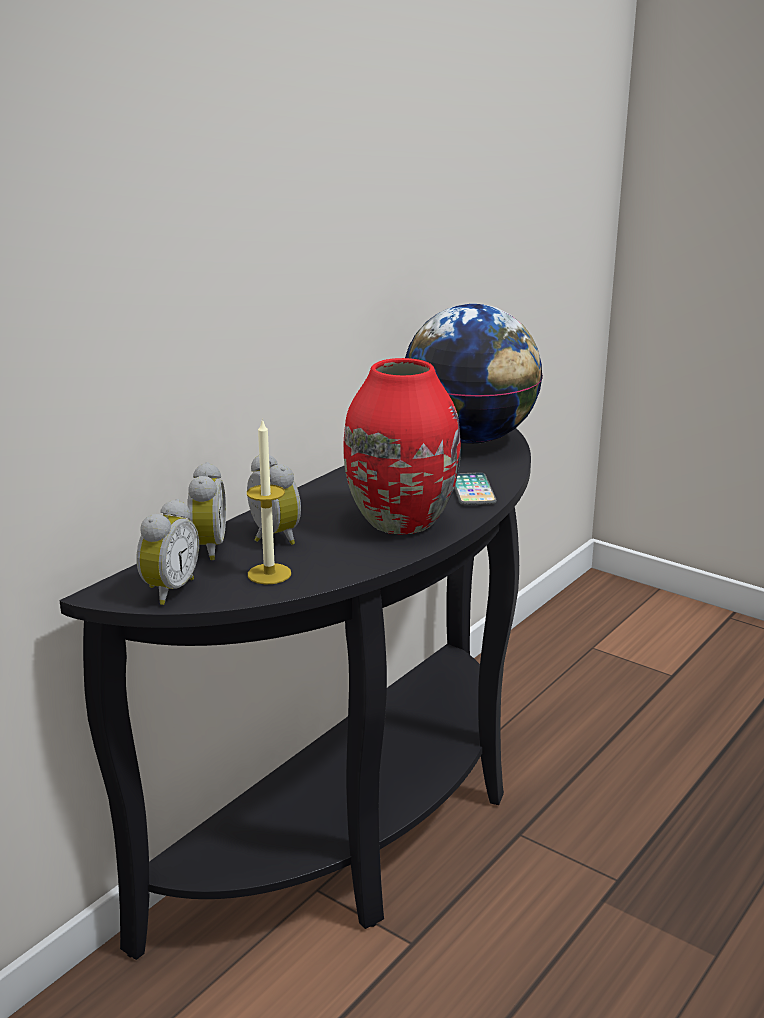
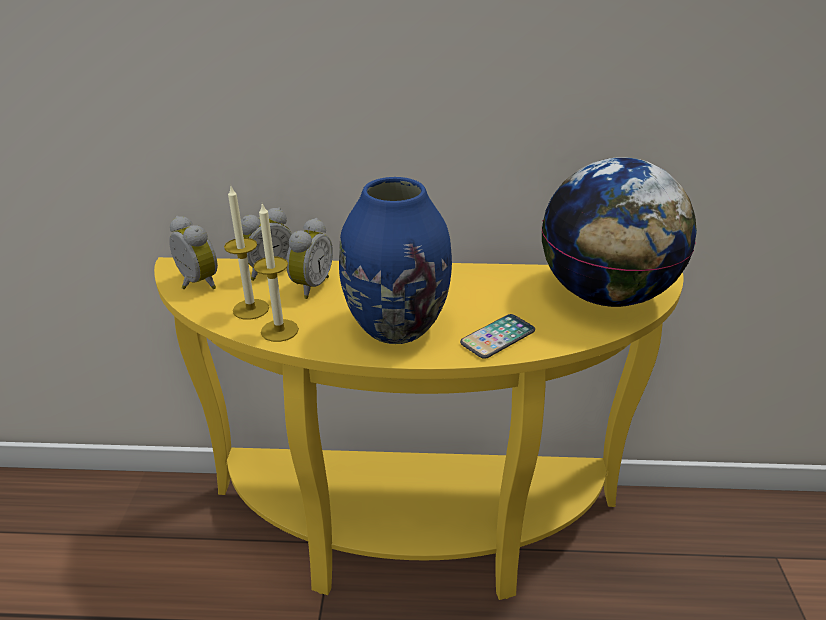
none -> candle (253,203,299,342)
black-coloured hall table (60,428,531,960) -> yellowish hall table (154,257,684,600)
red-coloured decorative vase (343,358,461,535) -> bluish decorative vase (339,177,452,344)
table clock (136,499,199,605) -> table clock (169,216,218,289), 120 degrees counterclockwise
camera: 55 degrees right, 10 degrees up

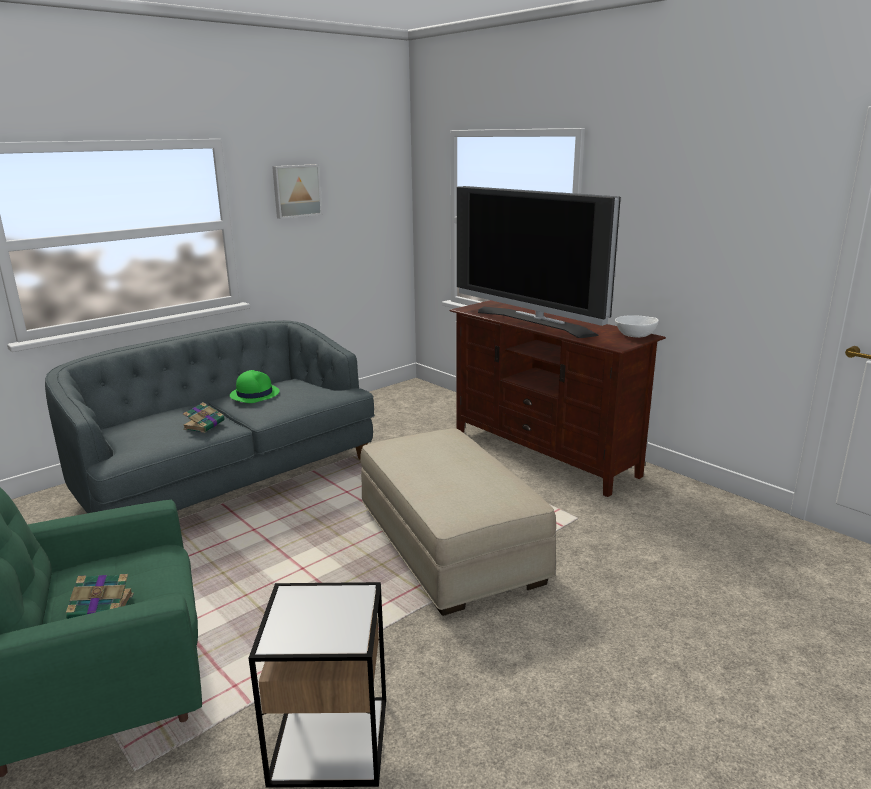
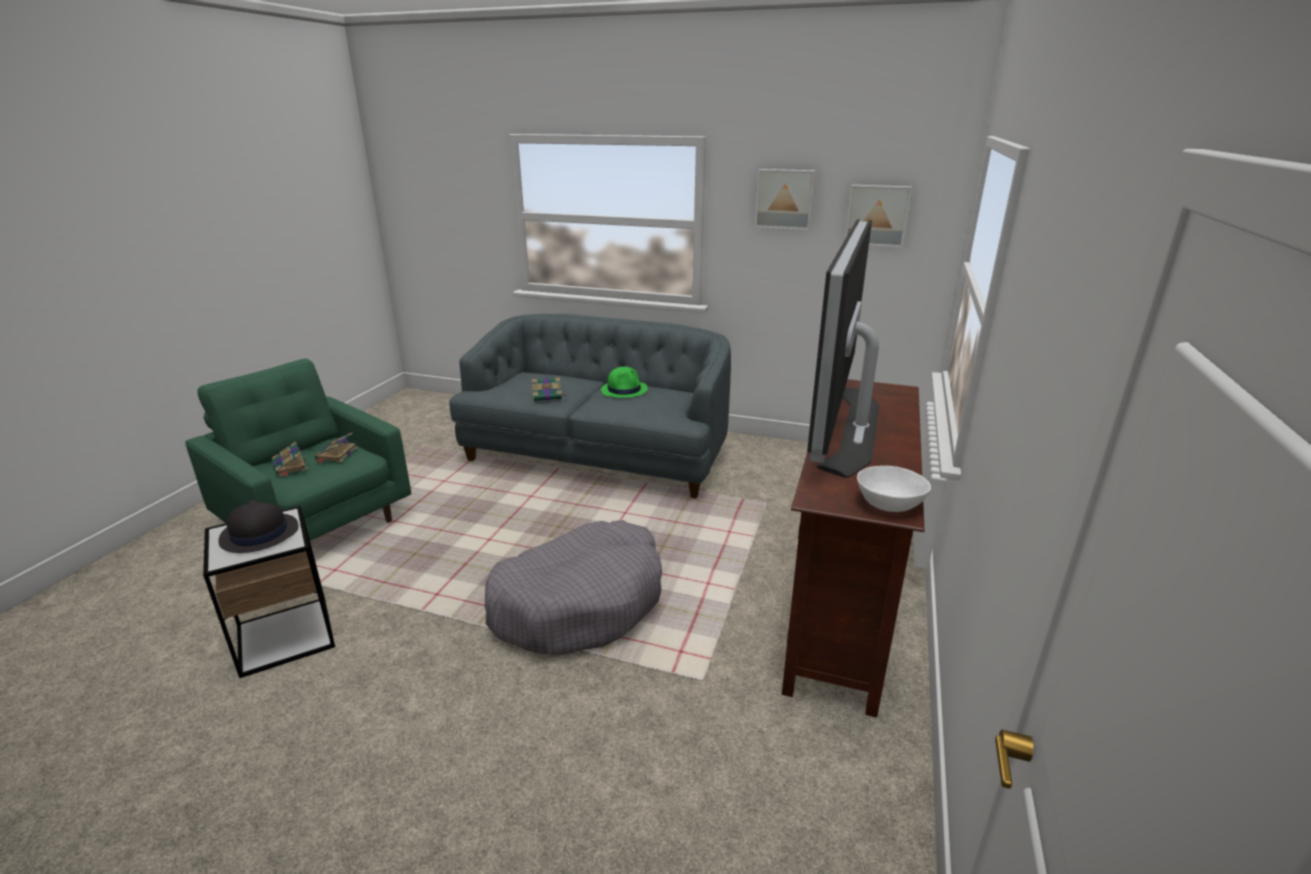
none -> black-coloured hat (218,500,299,553)
none -> book (315,432,358,463)
none -> picture (844,185,912,248)
beige pouffe (360,428,556,616) -> grey dog cushion (485,520,662,655)
camera: 60 degrees right, 5 degrees up

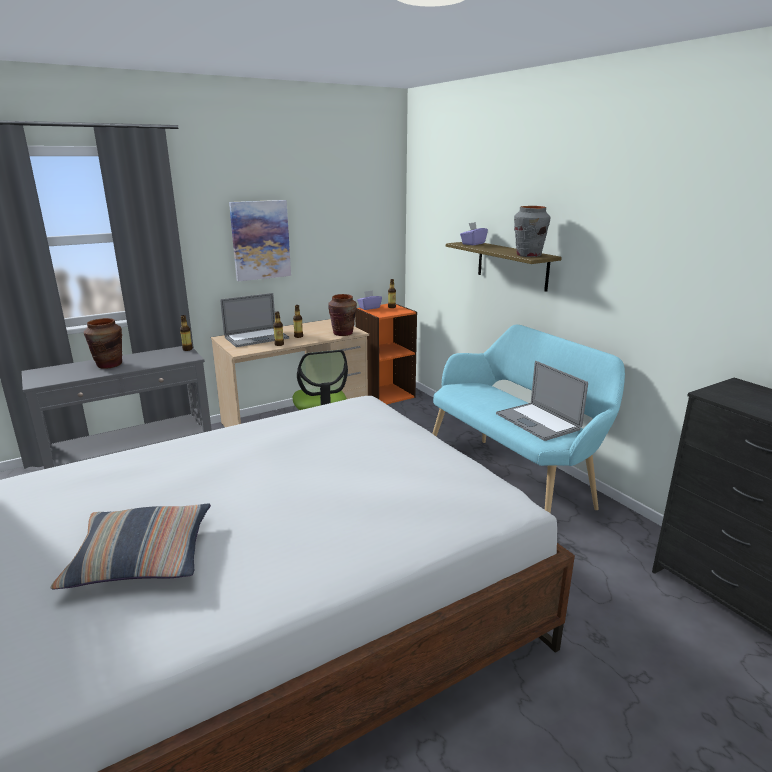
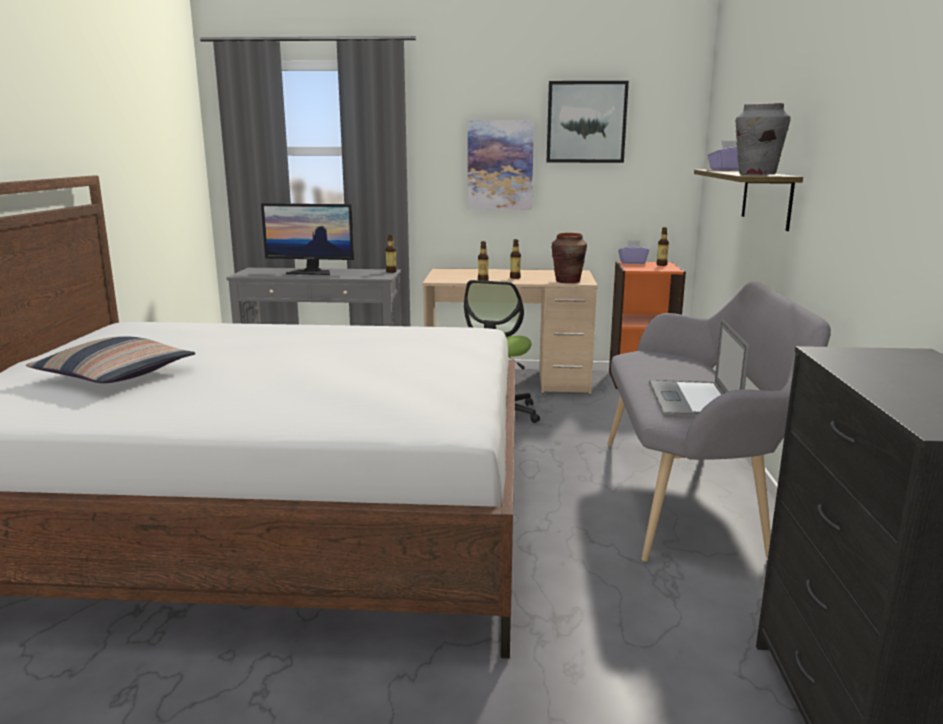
portable computer (220,293,289,347) -> none
none -> picture (547,81,629,163)
brown-coloured decorative vase (84,318,122,369) -> computer screen (261,203,354,275)
turquoise long seat (432,324,625,514) -> grey long seat (608,281,831,562)
camera: 35 degrees right, 5 degrees down

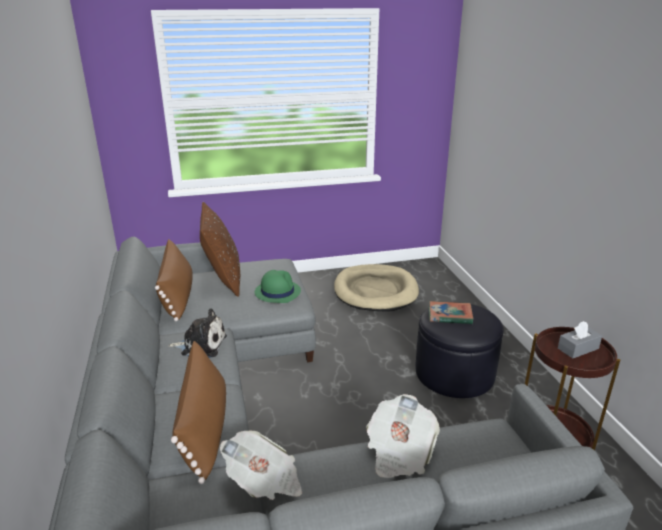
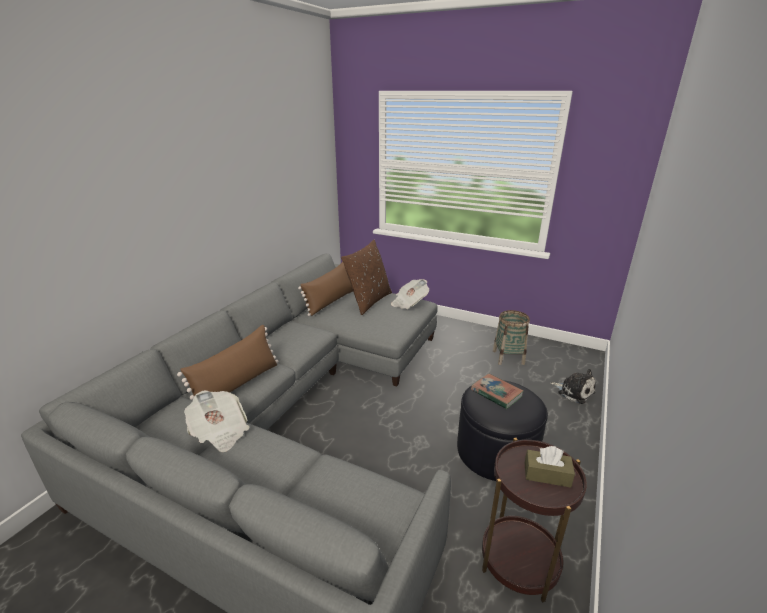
green-coloured hat (255,270,301,303) -> none
cuddly toy (168,308,227,358) -> cuddly toy (550,369,596,404), moved
daily paper (366,394,440,478) -> daily paper (391,279,429,309), moved
beige dog cushion (334,264,419,312) -> household basket (493,310,530,365)
grey tissue box (558,321,602,358) -> brown-coloured tissue box (525,446,575,488)
camera: 40 degrees right, 0 degrees up

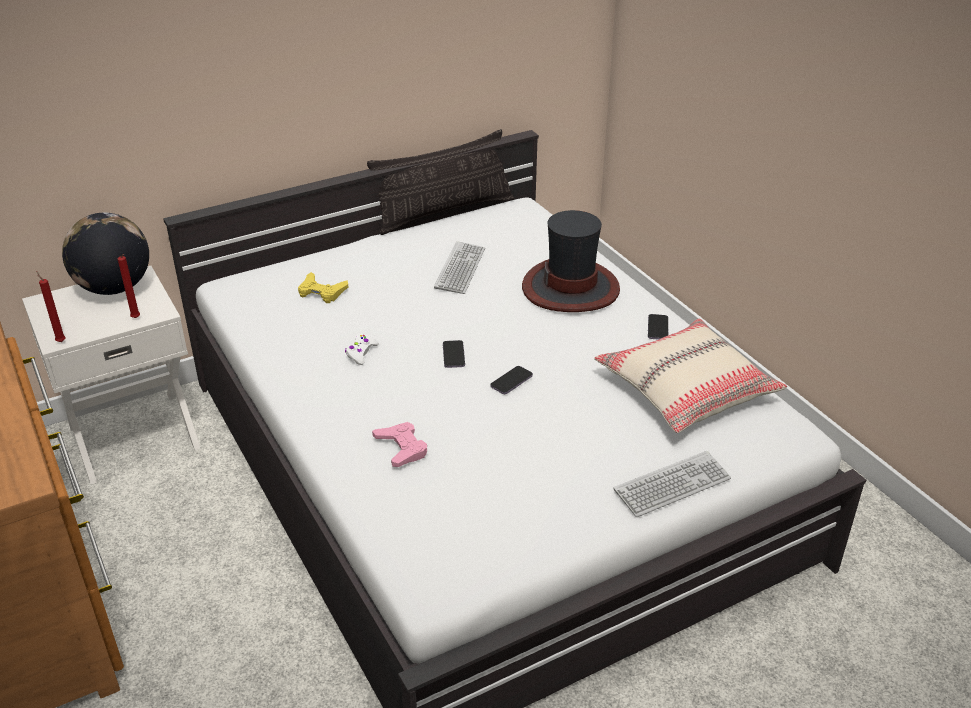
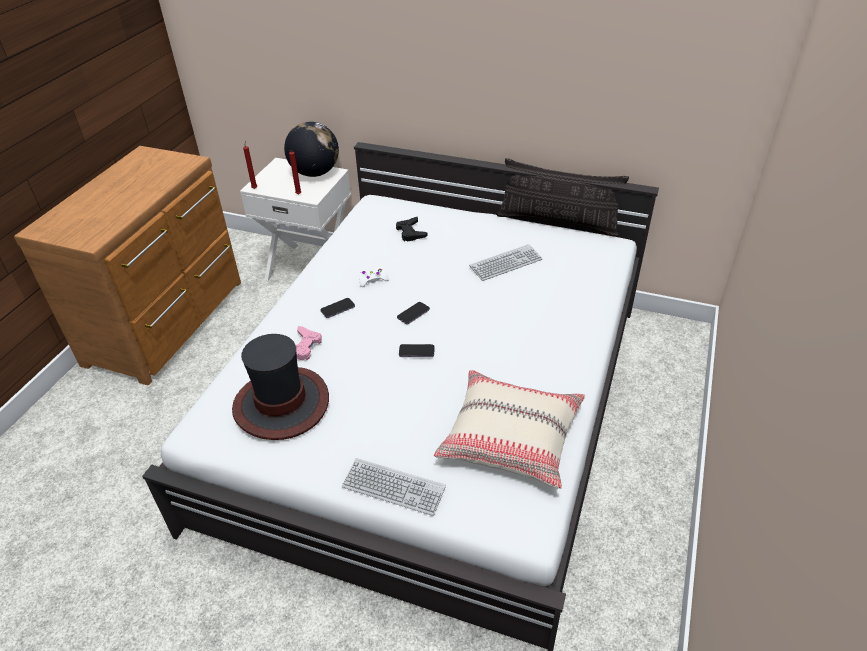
hat (522,210,620,312) -> hat (232,334,329,440), moved
phone (648,314,668,340) -> phone (320,298,355,318), moved
yellowish joypad (298,272,348,303) -> black-coloured joypad (396,217,427,242)
camera: 50 degrees right, 5 degrees up

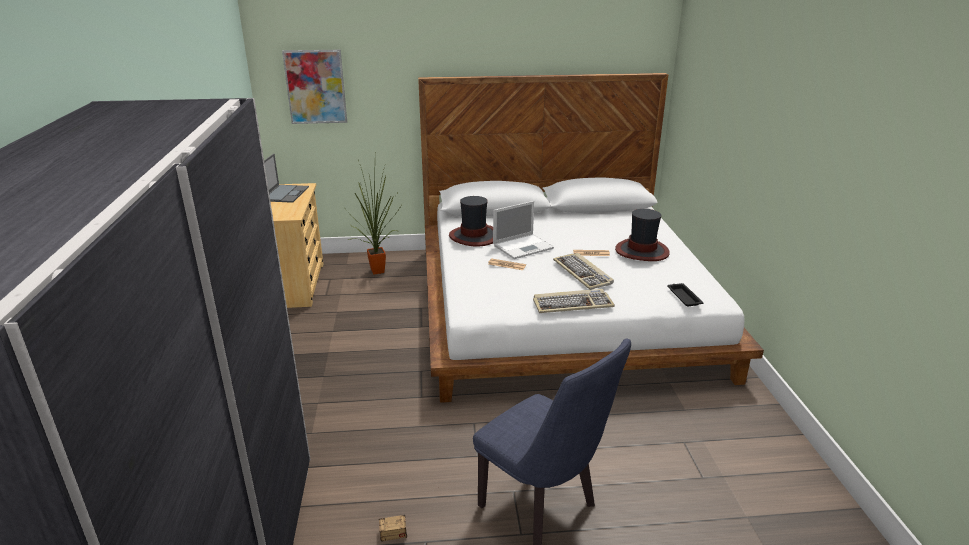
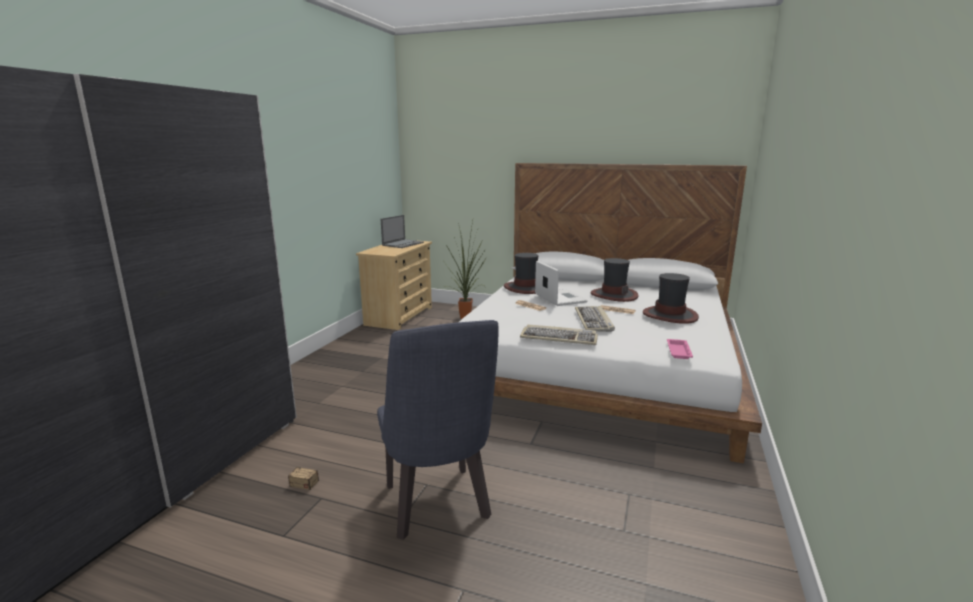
picture (282,50,347,124) -> none
none -> hat (591,258,638,302)
black-coloured serving tray (667,283,704,306) -> pink-coloured serving tray (667,339,693,359)
portable computer (493,201,554,259) -> portable computer (535,261,588,306), 105 degrees counterclockwise
camera: 25 degrees right, 10 degrees down

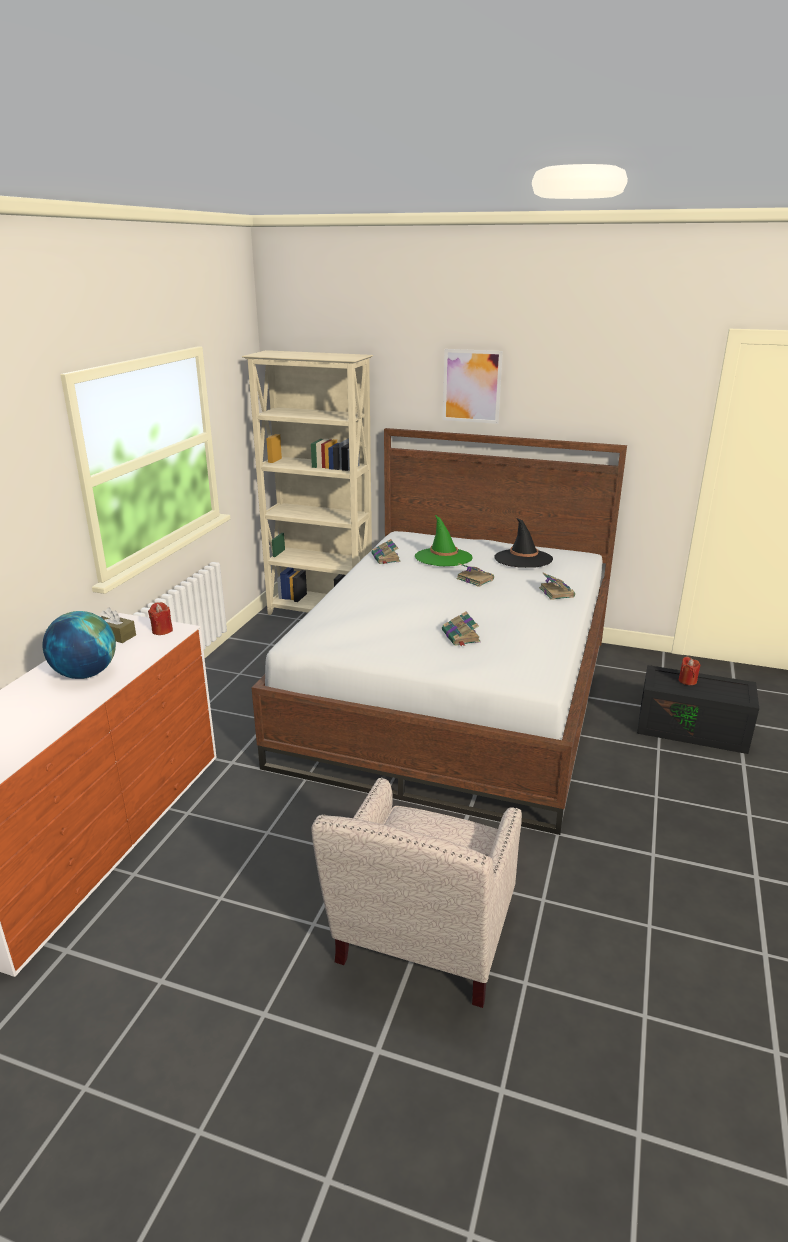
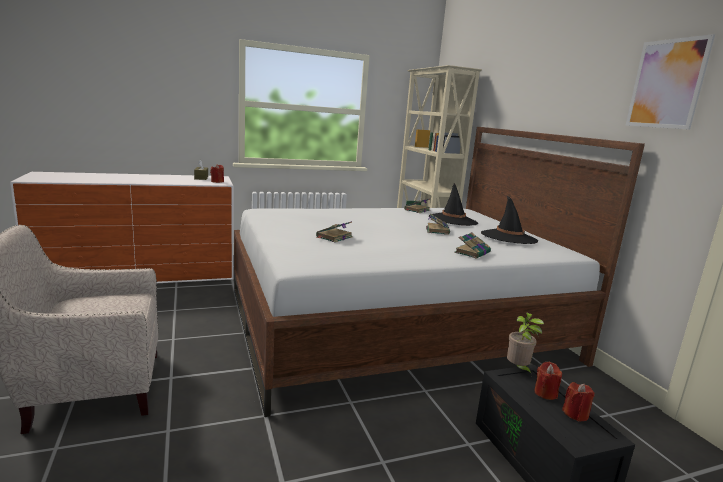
globe (43,611,116,679) -> none
none -> plant in a pot (507,312,544,376)
none -> red-coloured candle (562,382,595,421)
picture (443,349,503,424) -> picture (626,34,715,130), moved
green-coloured hat (415,515,473,566) -> black-coloured hat (429,183,478,226)
camera: 50 degrees right, 10 degrees down

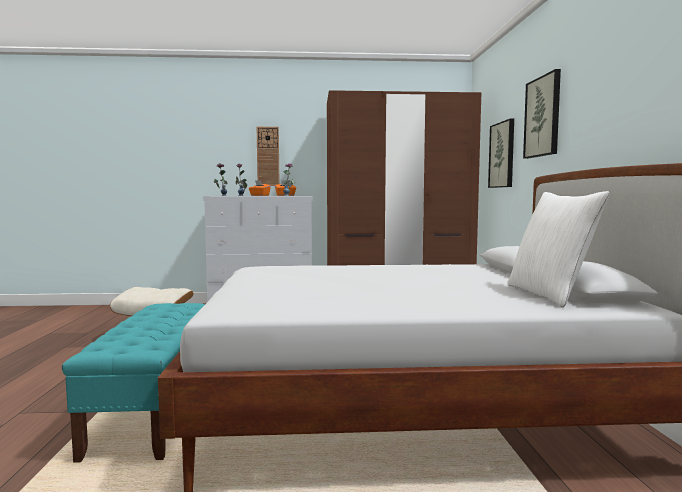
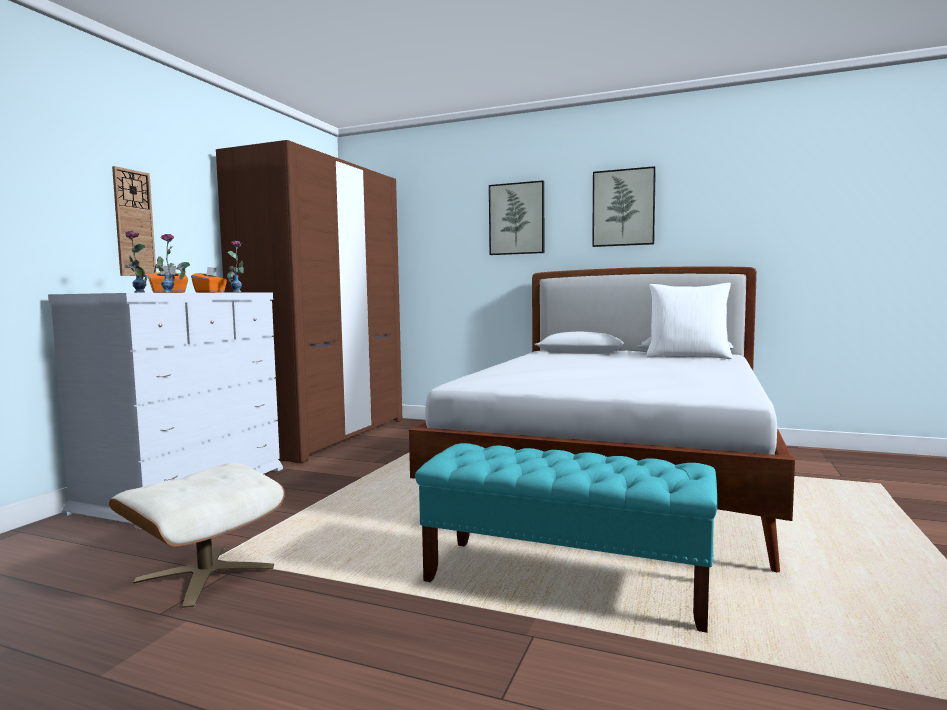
picture (488,119,514,188) -> picture (592,166,656,247), moved
camera: 65 degrees left, 0 degrees up

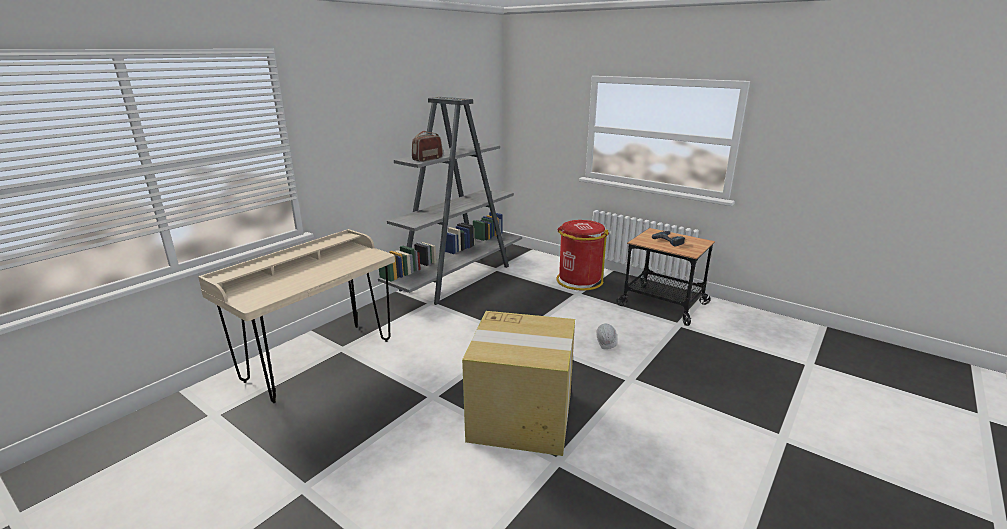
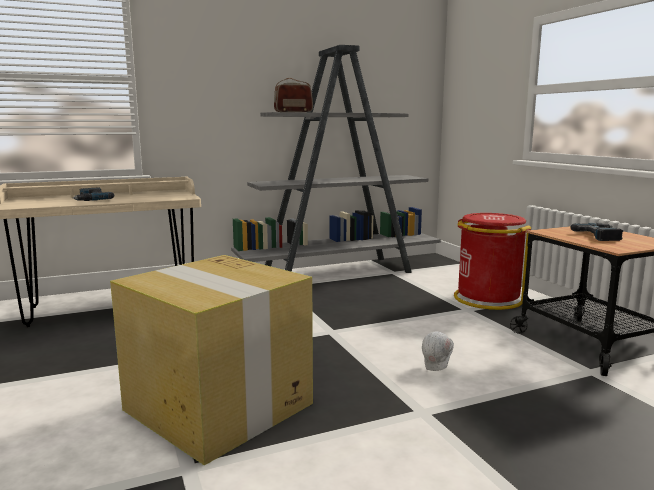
none -> electric drill (73,187,114,201)
camera: 30 degrees right, 10 degrees down

